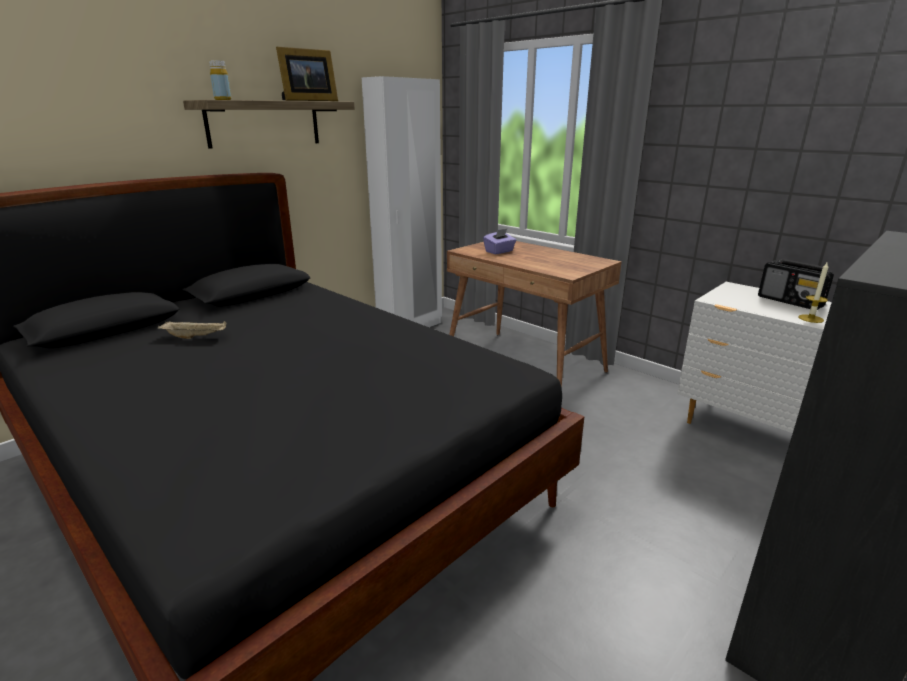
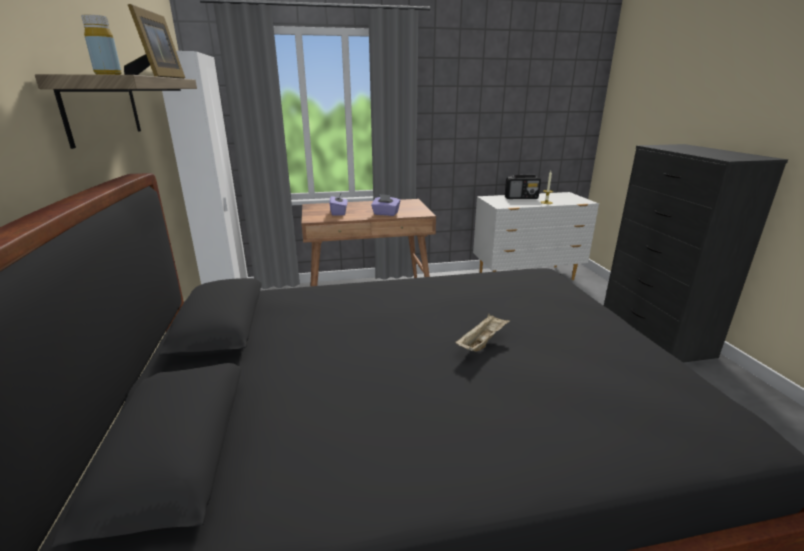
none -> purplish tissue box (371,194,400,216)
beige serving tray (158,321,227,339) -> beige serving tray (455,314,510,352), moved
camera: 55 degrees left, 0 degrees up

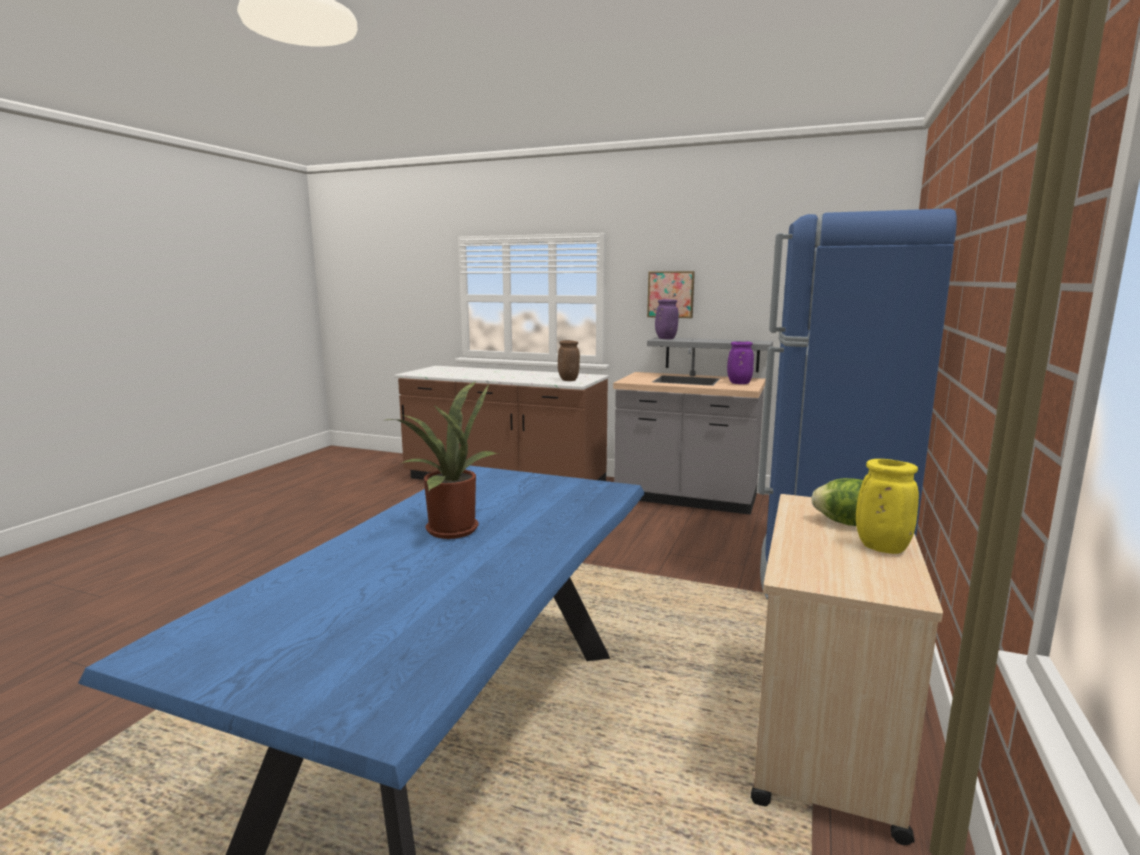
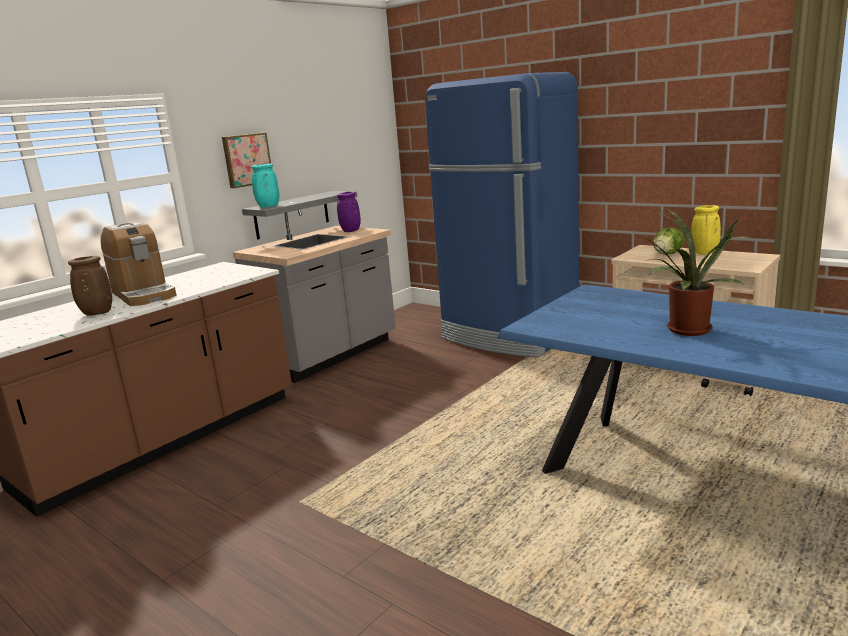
none -> coffee brewer (101,221,176,306)
brown-coloured decorative vase (558,340,580,381) -> brown-coloured decorative vase (68,256,112,315), moved
purplish decorative vase (655,299,679,339) -> turquoise decorative vase (252,163,279,207)
camera: 70 degrees left, 5 degrees up

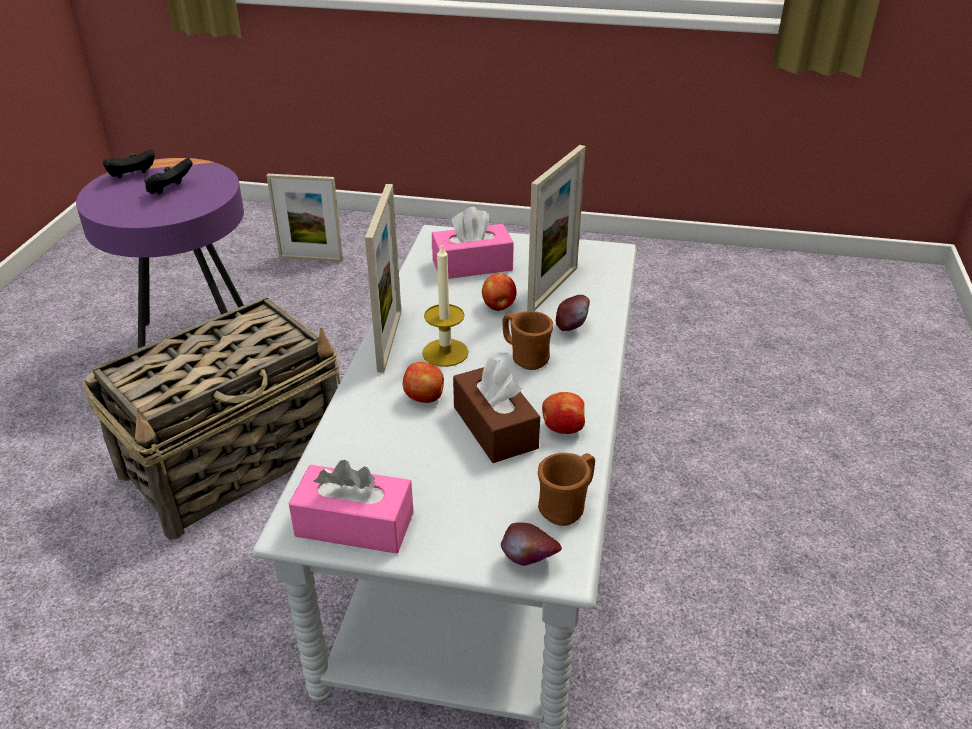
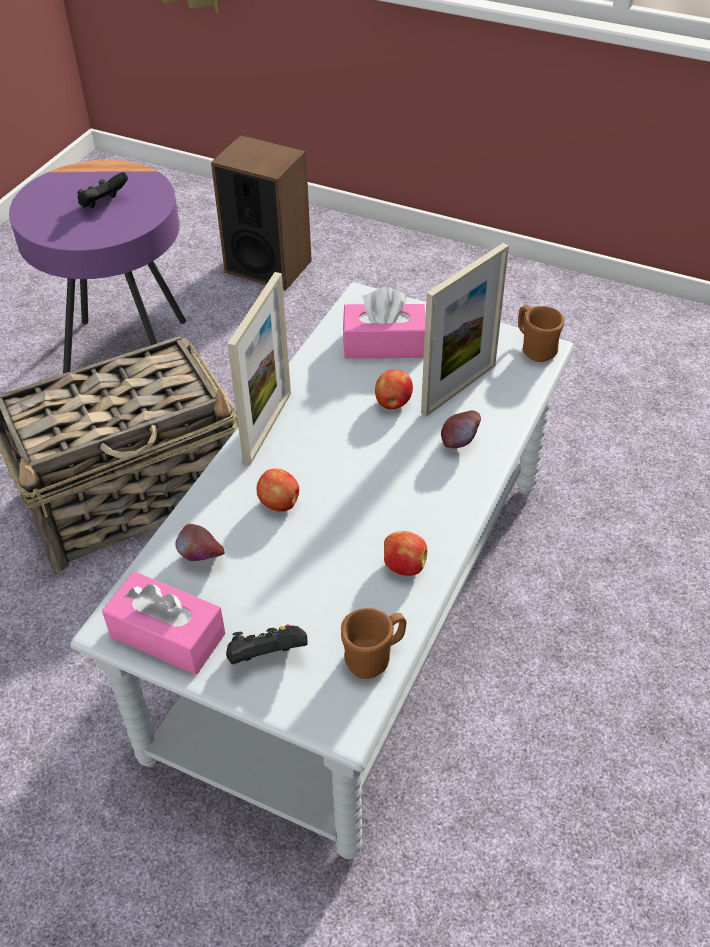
candle (422,245,469,367) -> none
brown-coloured tissue box (453,358,540,463) -> none
black-coloured joypad (103,149,155,178) -> black-coloured joypad (226,624,308,664), moved
apple fruit (501,522,562,566) -> apple fruit (175,524,225,561), moved
brown-coloured tea mug (503,311,553,370) -> brown-coloured tea mug (518,305,565,362), moved
photo frame (266,174,343,262) -> loudspeaker (211,135,312,290)
camera: 15 degrees right, 10 degrees up

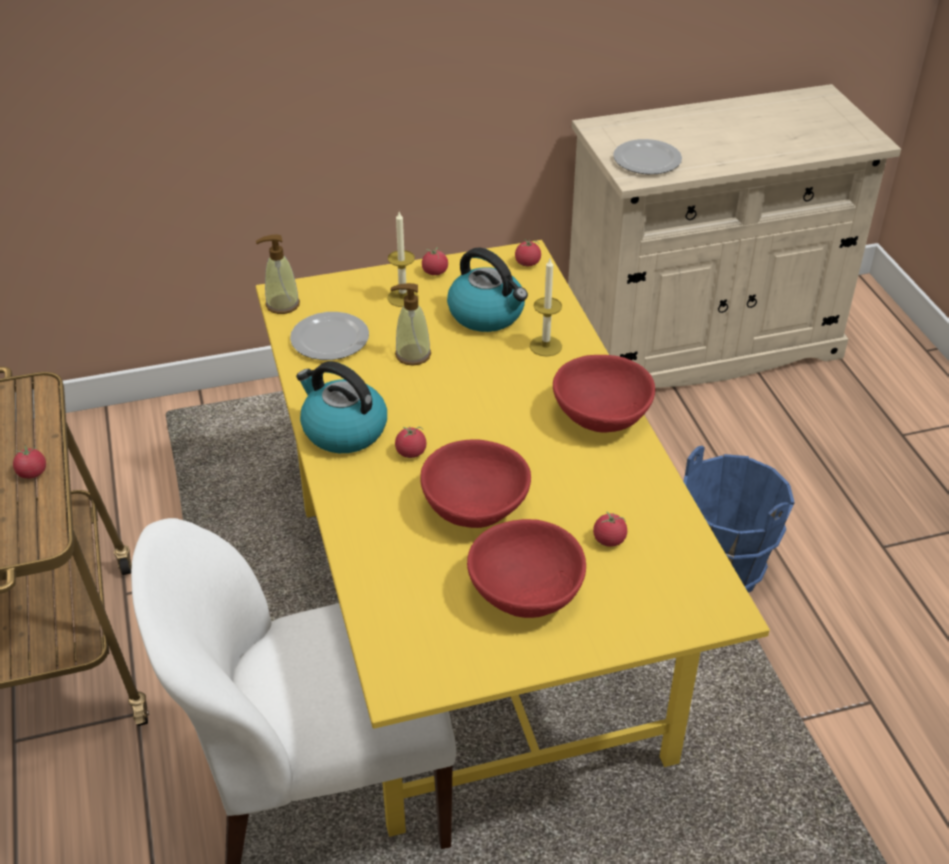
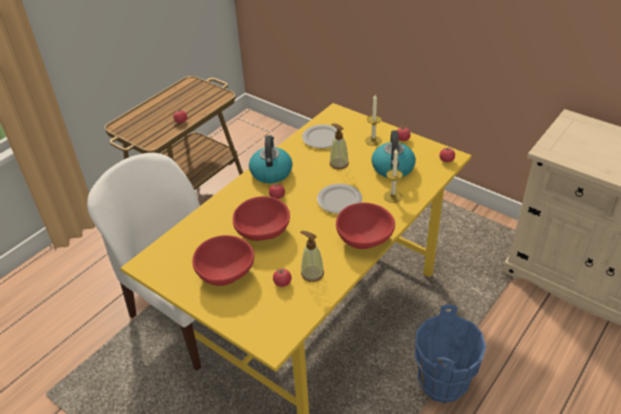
liquid soap bottle (256,235,300,314) -> liquid soap bottle (300,231,324,282), moved
plate (613,139,682,174) -> plate (317,184,362,214), moved
camera: 55 degrees right, 0 degrees up

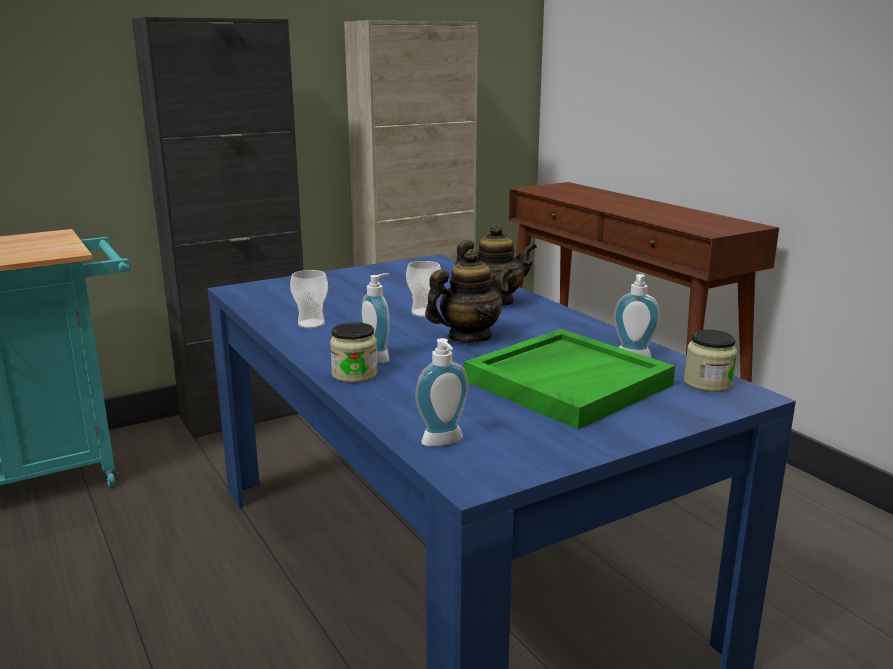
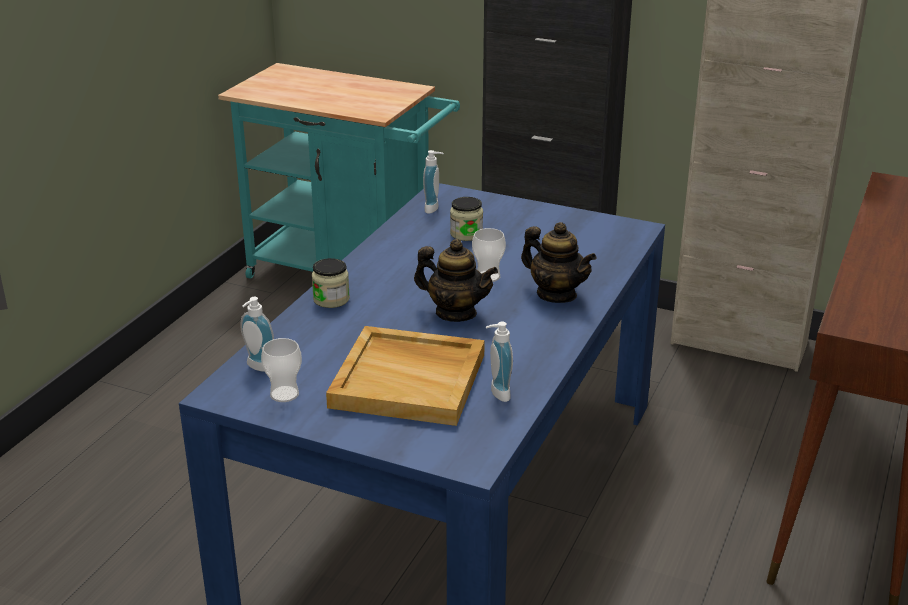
cup (290,270,328,328) -> cup (261,338,302,402), moved
liquid soap bottle (362,273,390,363) -> liquid soap bottle (423,150,444,214), moved
preserve jar (684,330,737,392) -> preserve jar (450,197,483,241), moved
green-coloured serving tray (464,329,675,429) -> beige serving tray (326,326,485,426)
camera: 55 degrees right, 10 degrees up

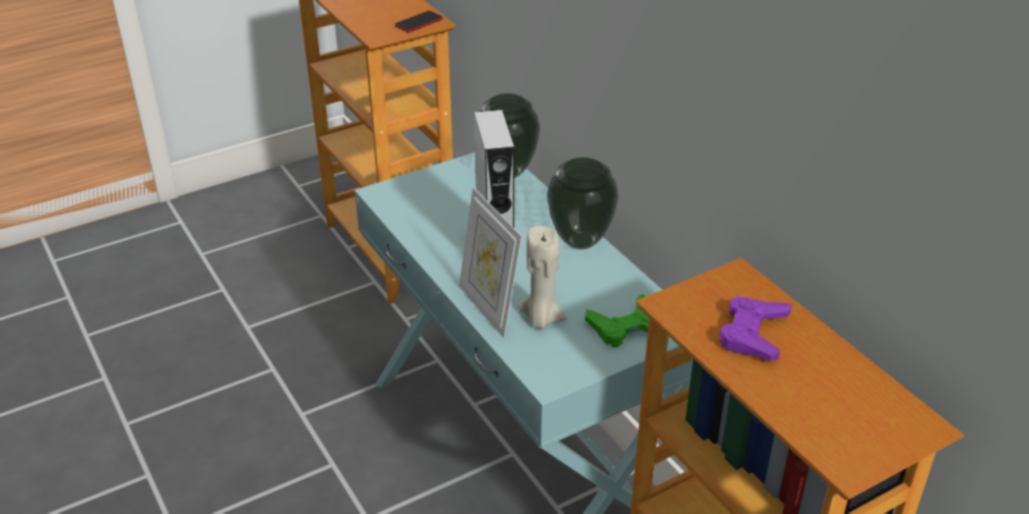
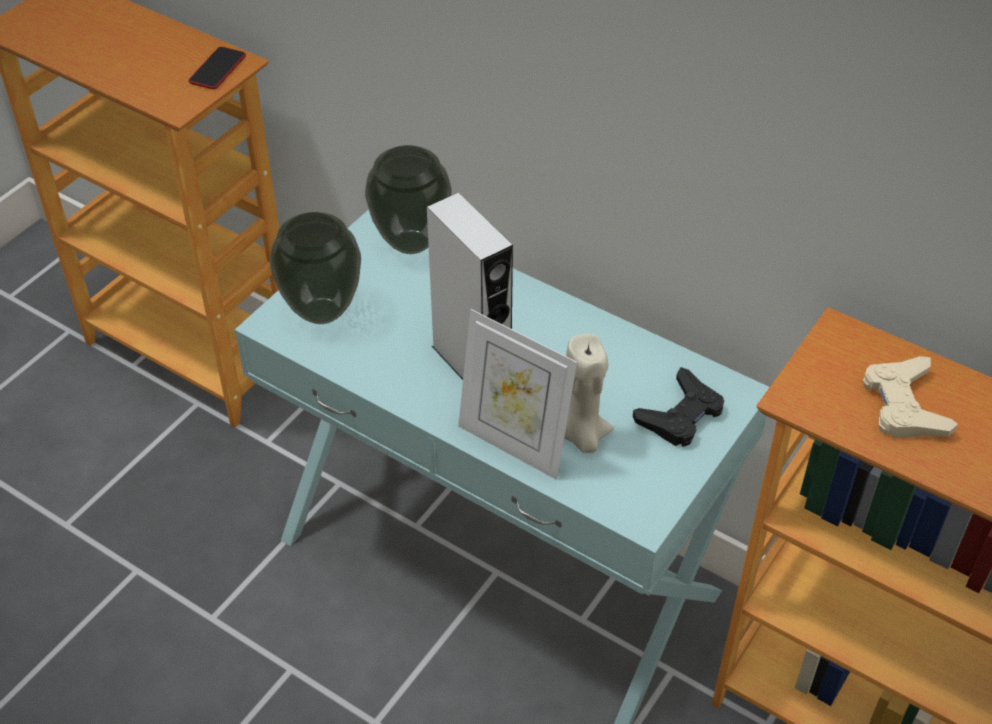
decorative vase (547,157,618,249) -> decorative vase (270,212,361,324), moved
green-coloured joypad (585,294,649,347) -> black-coloured joypad (633,367,724,447)
purplish joypad (719,296,792,361) -> beige joypad (863,356,958,438)
camera: 25 degrees left, 10 degrees up

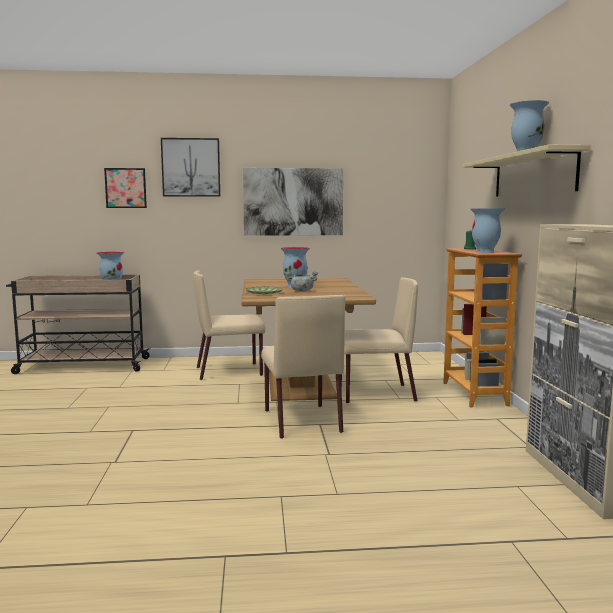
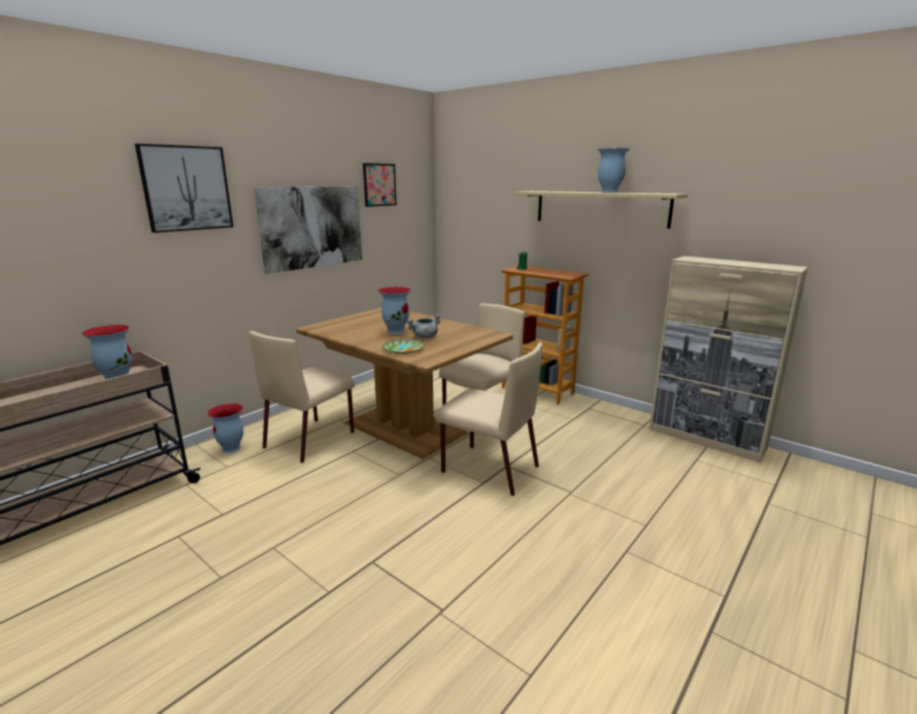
picture (104,168,147,208) -> picture (363,163,396,207), moved
decorative vase (470,208,505,253) -> decorative vase (207,403,244,453), moved
camera: 45 degrees left, 10 degrees up

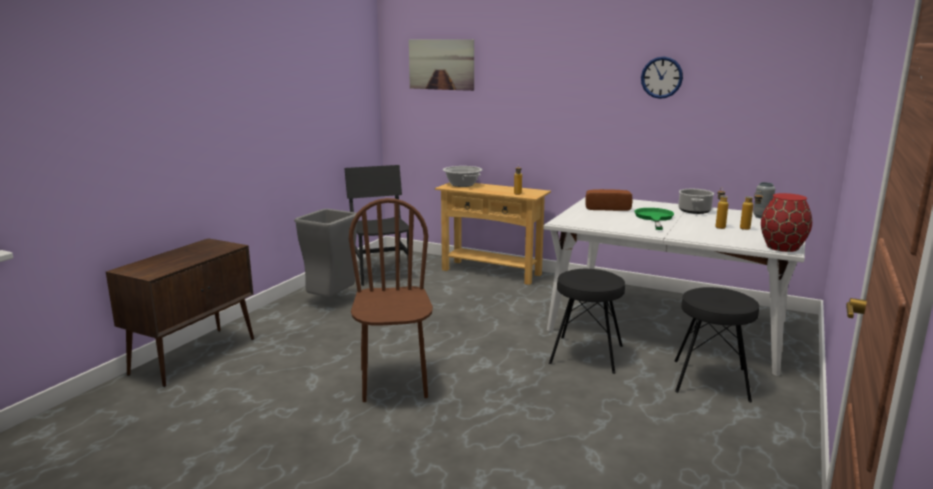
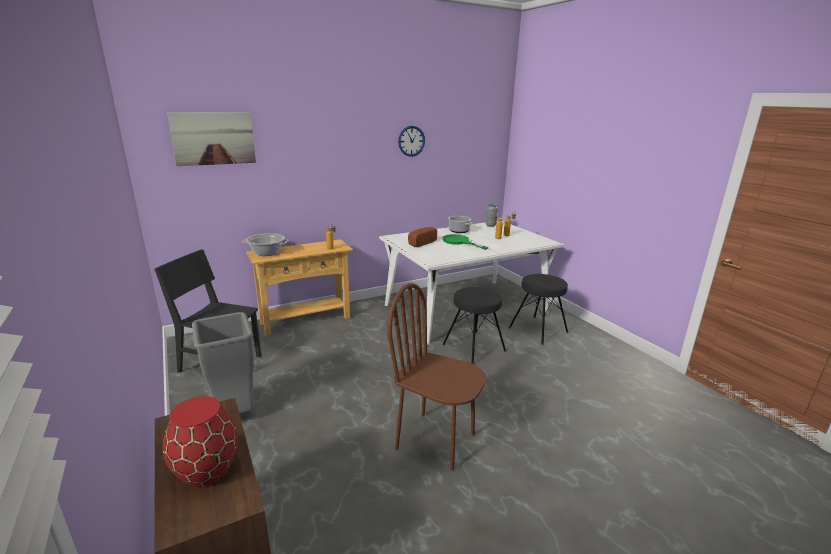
red-coloured decorative vase (761,193,812,252) -> red-coloured decorative vase (162,396,238,488), moved
camera: 55 degrees left, 5 degrees up

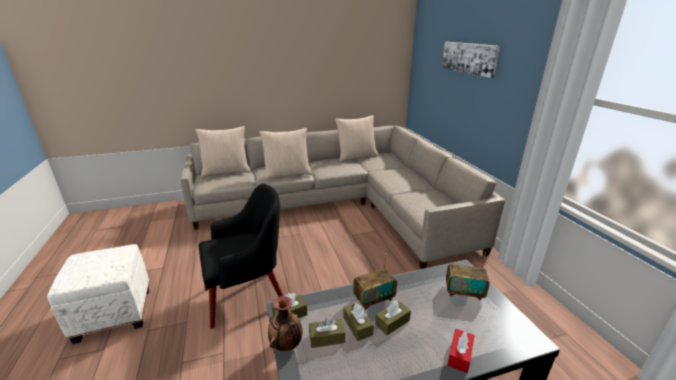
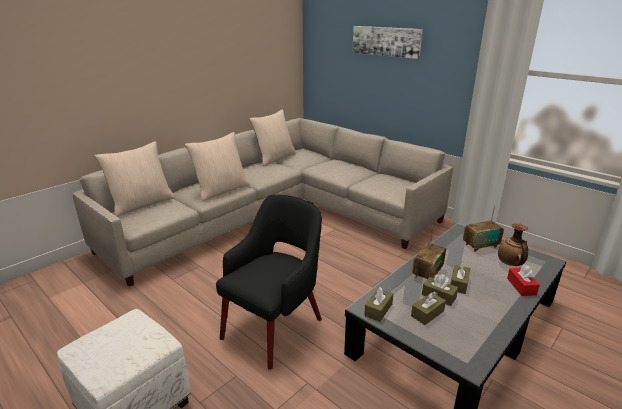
decorative vase (268,296,303,351) -> decorative vase (498,223,528,266), moved
camera: 30 degrees left, 0 degrees up

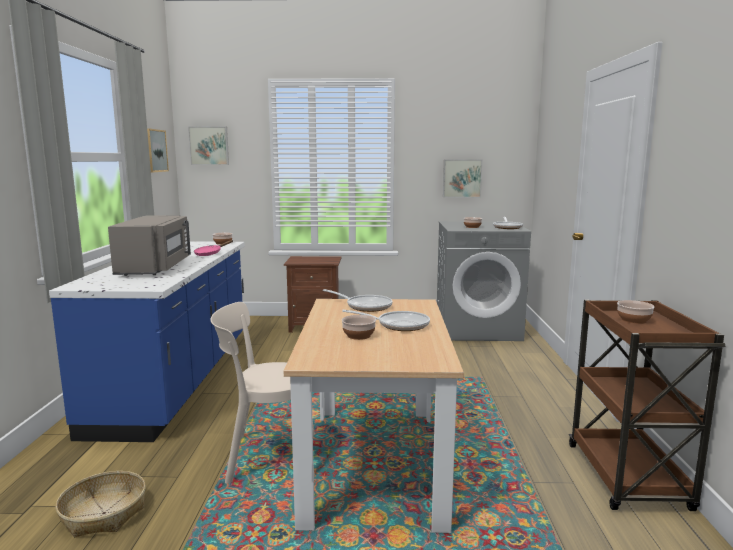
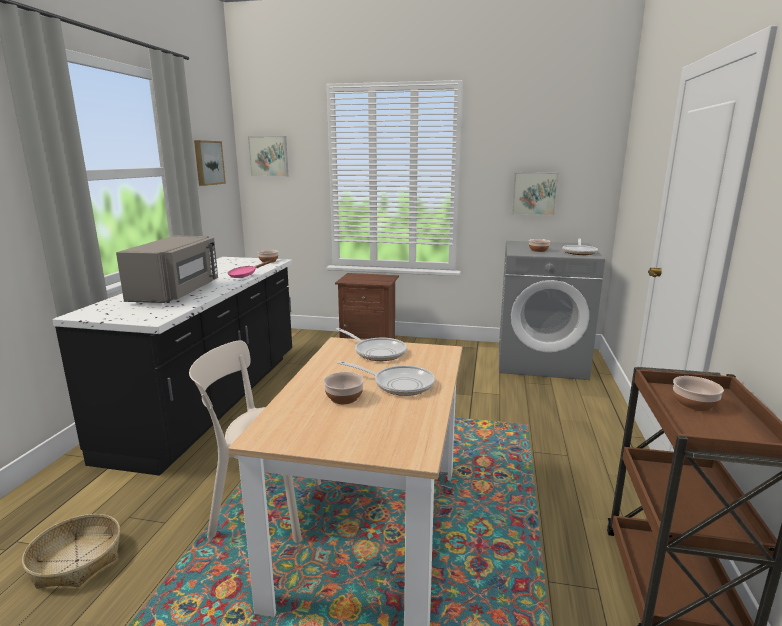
bluish kitchen counter (49,241,245,442) -> black-coloured kitchen counter (52,257,292,476)
camera: 10 degrees right, 5 degrees up

